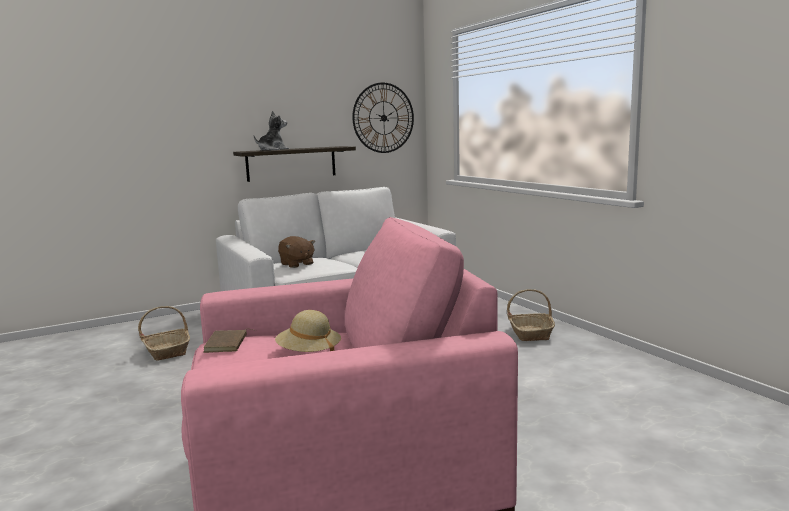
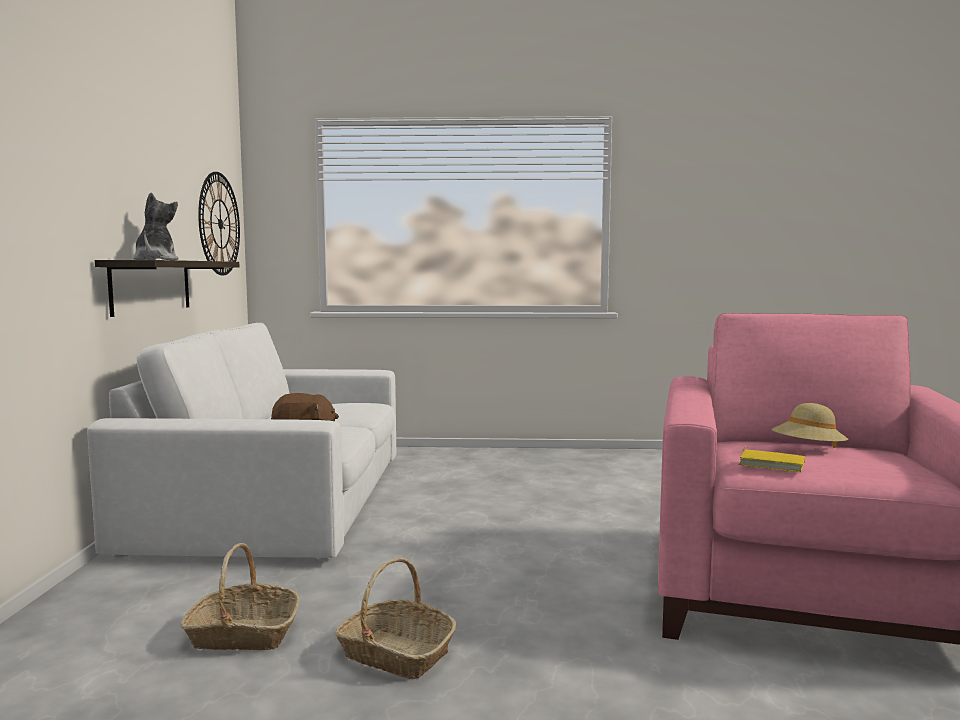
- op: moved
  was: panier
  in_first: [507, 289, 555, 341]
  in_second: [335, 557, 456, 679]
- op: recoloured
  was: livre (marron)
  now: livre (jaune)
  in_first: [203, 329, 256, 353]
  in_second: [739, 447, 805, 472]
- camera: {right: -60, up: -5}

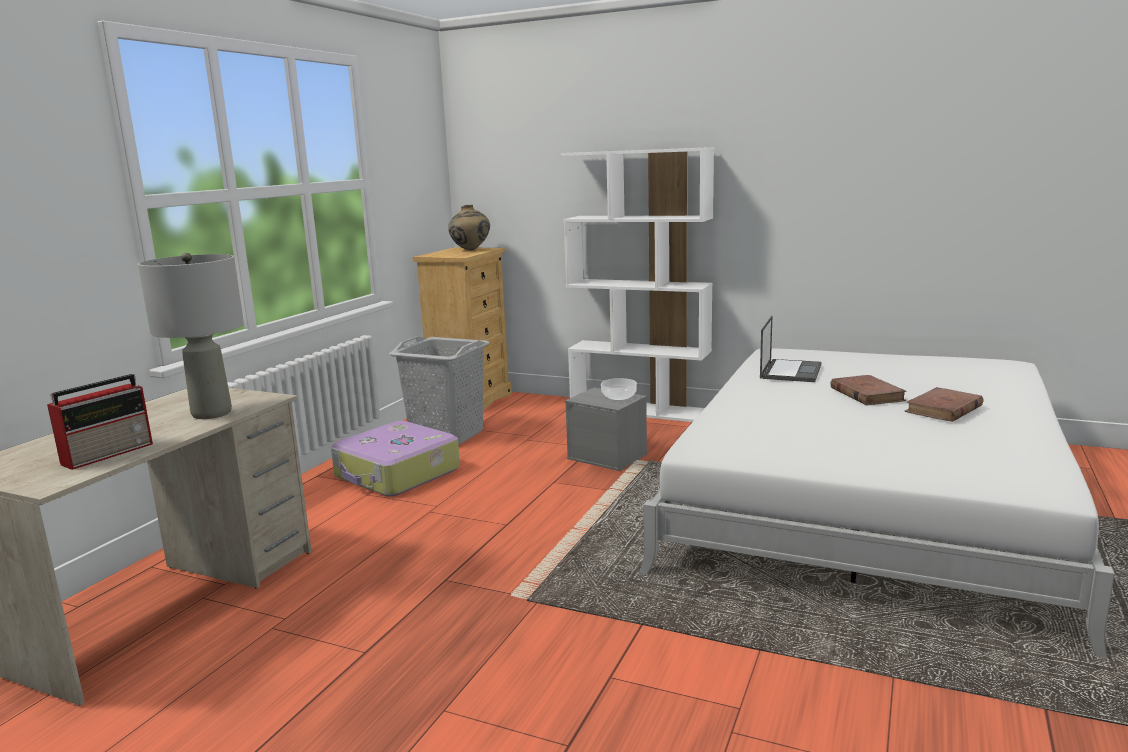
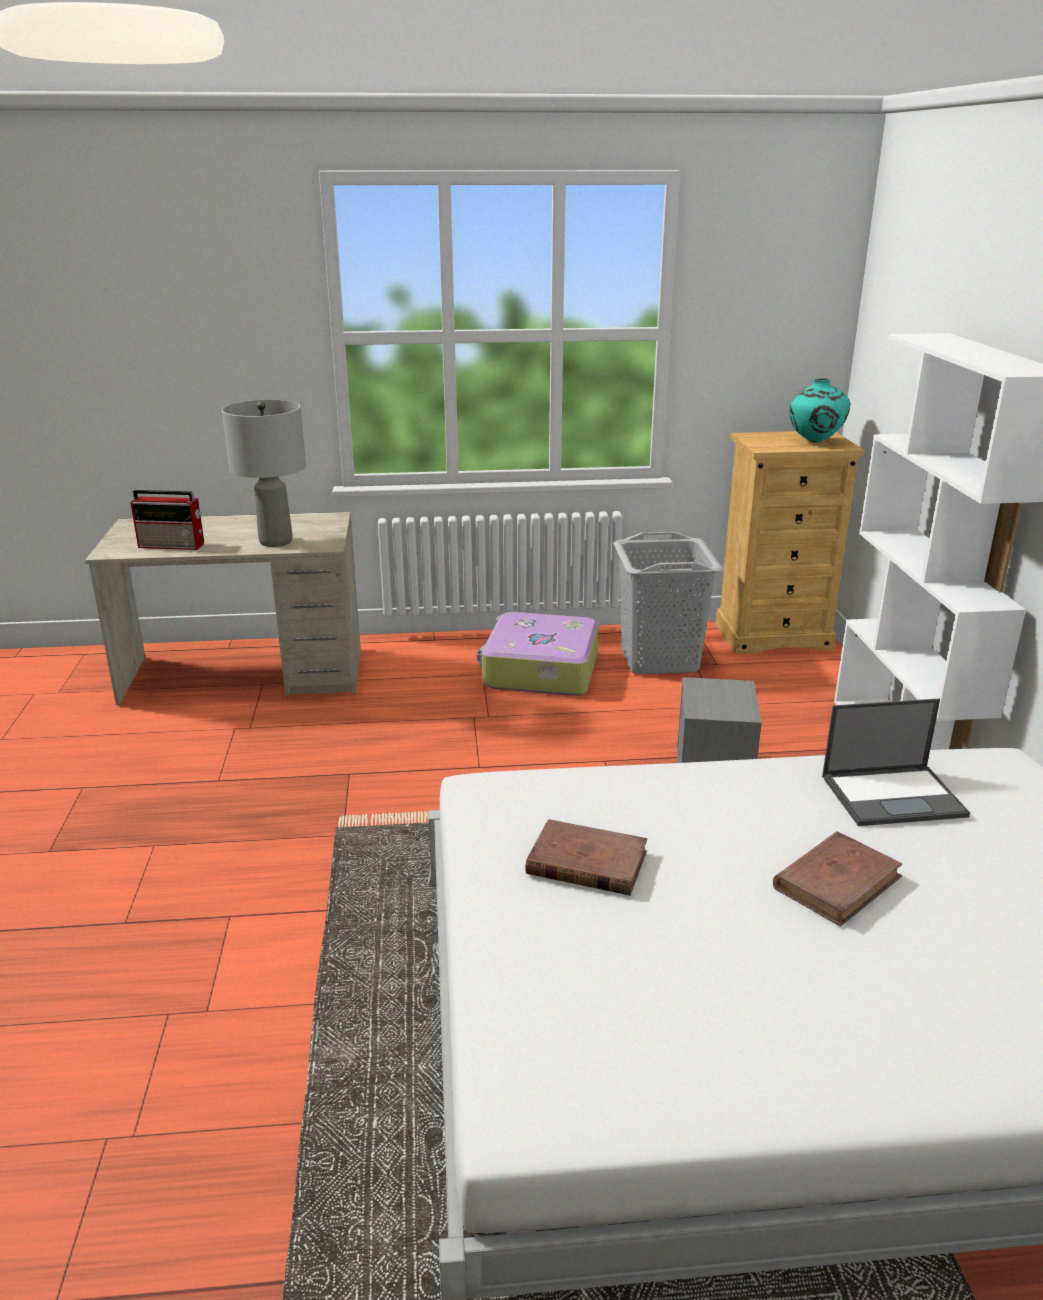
- op: recoloured
  was: vase (beige)
  now: vase (turquoise)
  in_first: [448, 205, 490, 251]
  in_second: [789, 378, 850, 443]
- op: removed
  was: bol
  in_first: [601, 378, 637, 402]
- op: moved
  was: livre (marron)
  in_first: [905, 387, 983, 422]
  in_second: [525, 819, 648, 896]
- camera: {right: 60, up: 10}

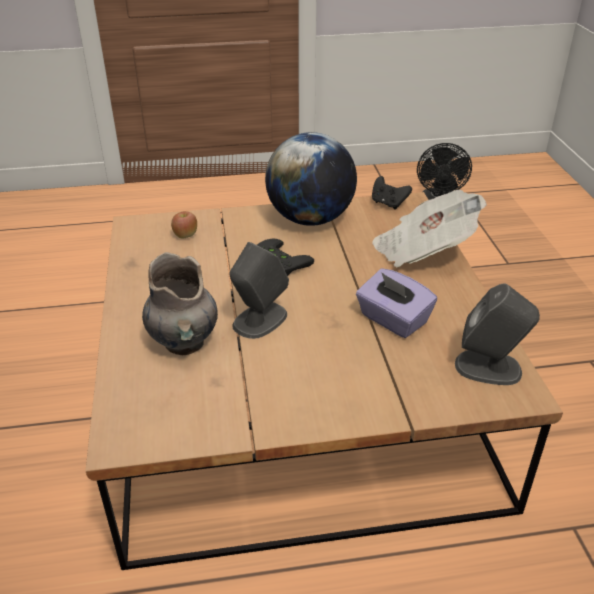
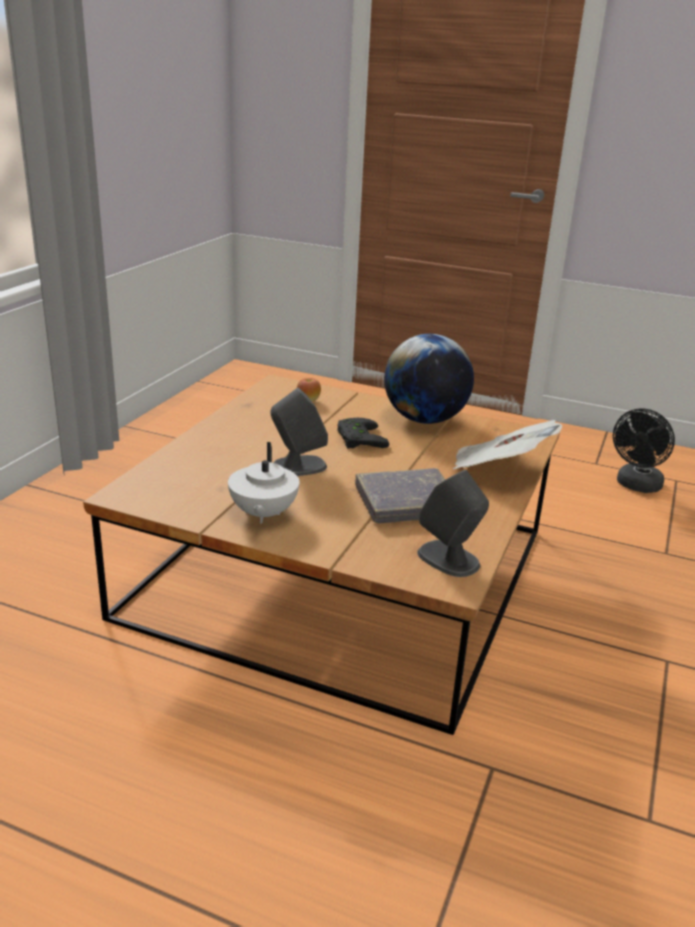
- op: removed
  was: manette (noir)
  in_first: [372, 176, 412, 210]
- op: removed
  was: vase (gris)
  in_first: [142, 252, 218, 355]
- op: replaced
  was: boîte à mouchoirs (violet)
  now: livre (gris)
  in_first: [356, 268, 437, 338]
  in_second: [355, 468, 446, 523]
- op: added
  now: théière (blanc)
  in_second: [228, 442, 299, 523]
- camera: {right: 30, up: -10}

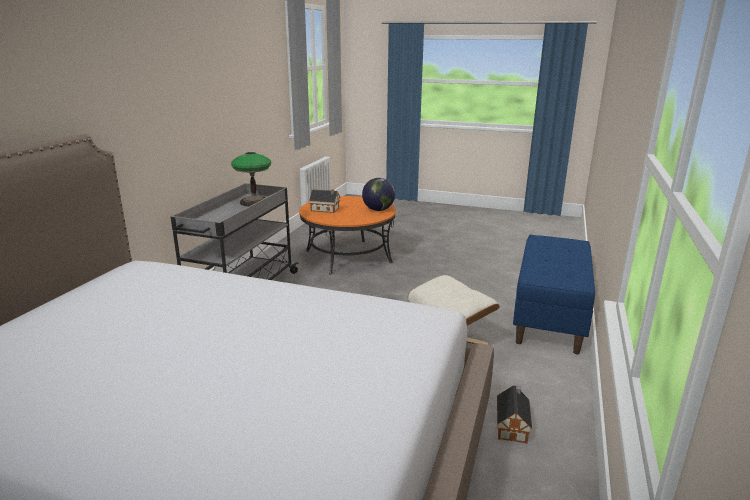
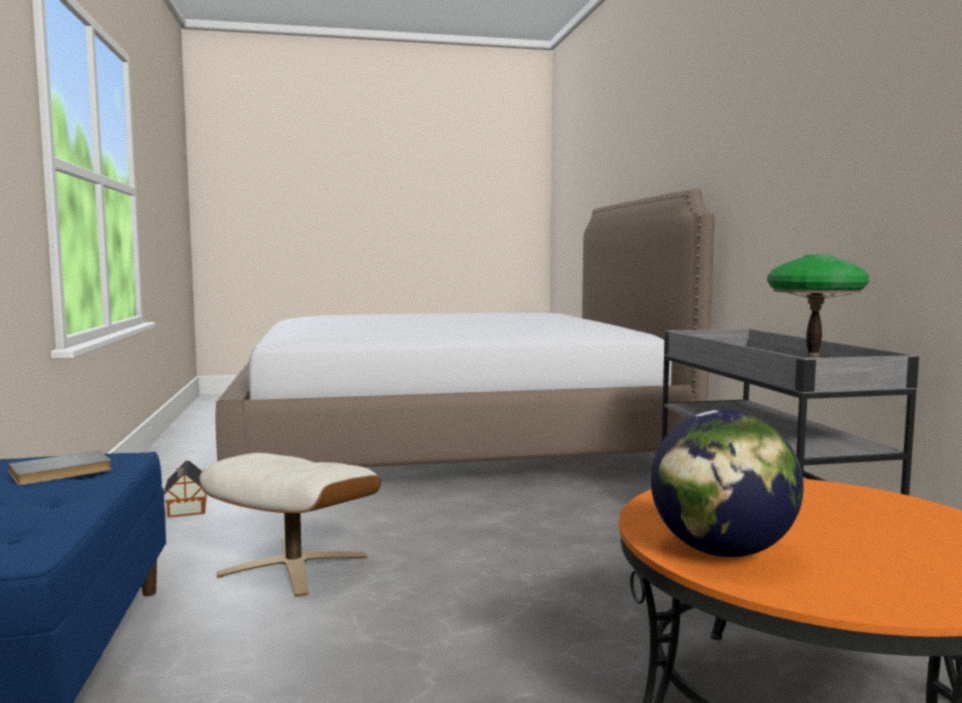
- op: removed
  was: maison miniature
  in_first: [309, 189, 340, 213]
- op: added
  now: livre (gris)
  in_second: [8, 450, 112, 485]
- camera: {right: 150, up: -15}

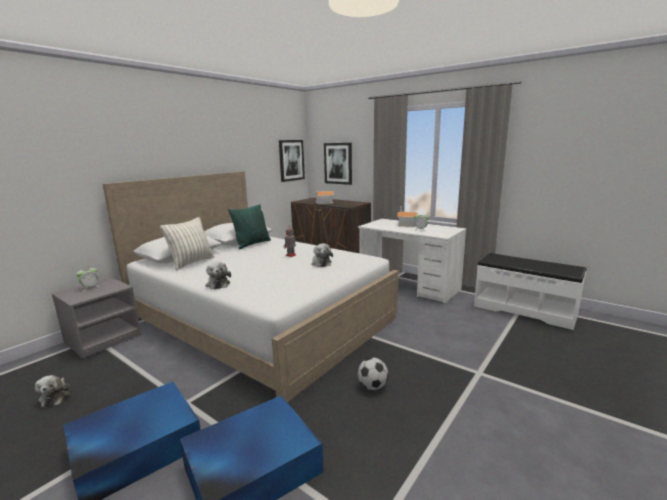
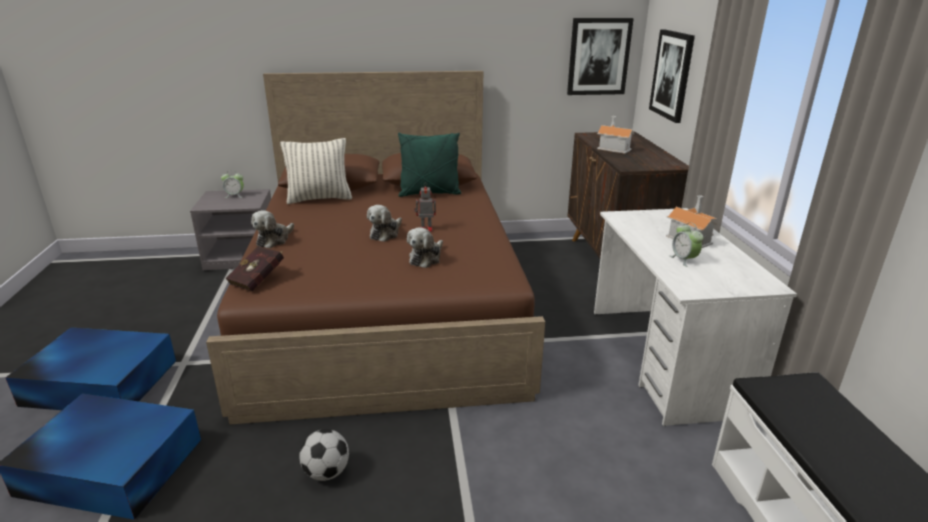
- op: recoloured
  was: lit (blanc)
  now: lit (marron)
  in_first: [103, 171, 399, 403]
  in_second: [206, 71, 545, 425]
- op: moved
  was: peluche
  in_first: [35, 375, 70, 408]
  in_second: [367, 205, 402, 242]
- op: added
  now: livre (rouge)
  in_second: [225, 246, 284, 292]
- camera: {right: 45, up: 10}

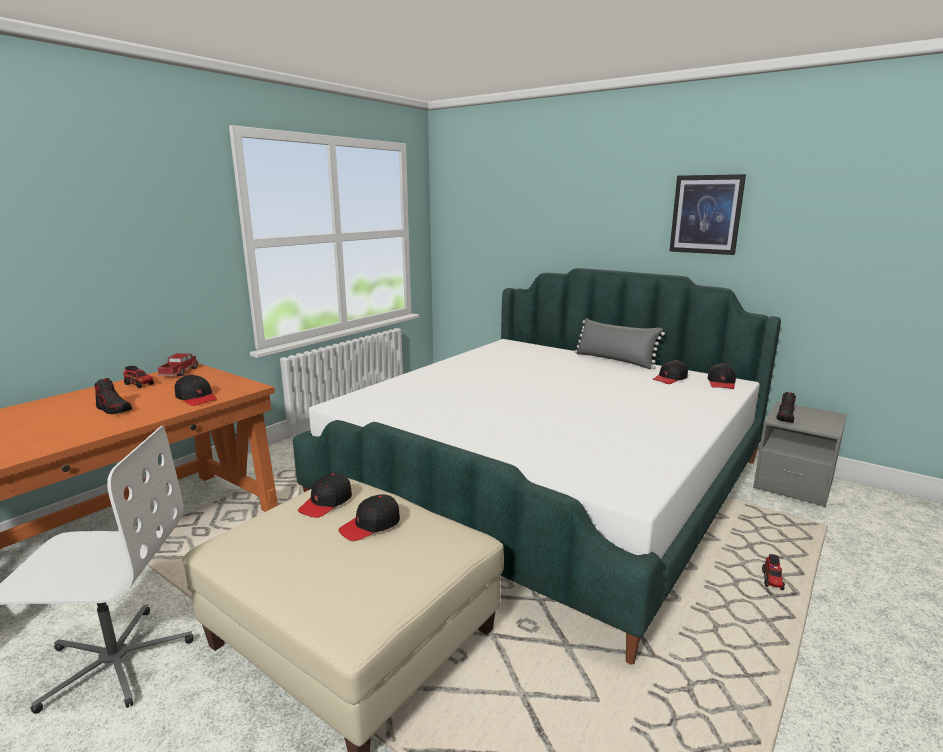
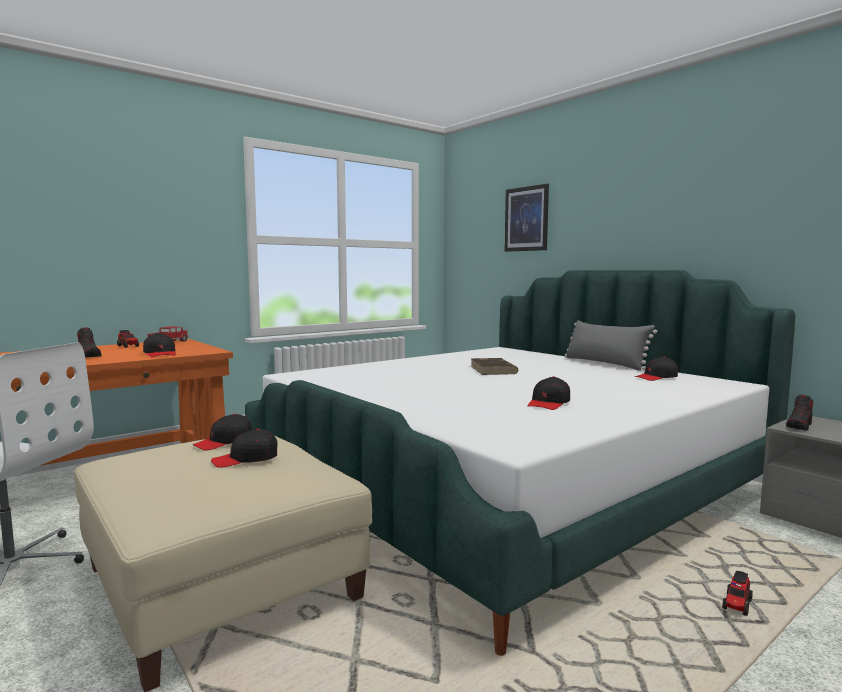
- op: moved
  was: tableau
  in_first: [669, 174, 746, 255]
  in_second: [505, 184, 549, 252]
- op: moved
  was: casquette (noir)
  in_first: [707, 363, 736, 389]
  in_second: [528, 376, 570, 410]
- op: added
  now: livre (marron)
  in_second: [471, 358, 518, 375]
- camera: {right: 15, up: -10}

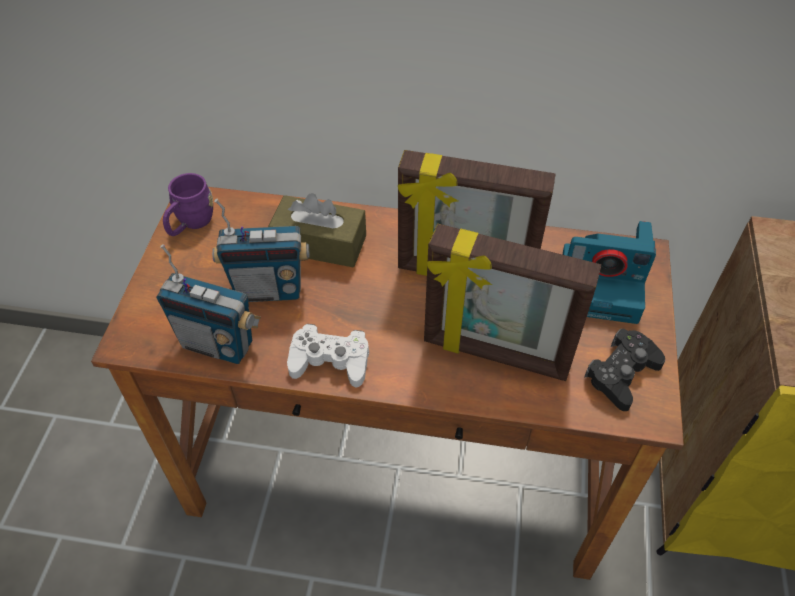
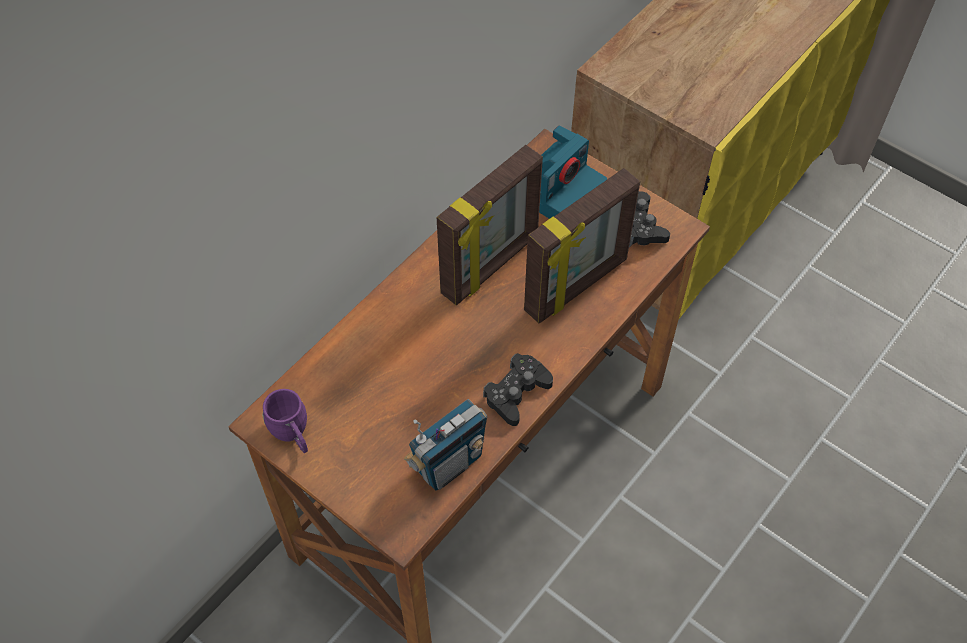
- op: removed
  was: boîte à mouchoirs (marron)
  in_first: [268, 193, 366, 267]
- op: removed
  was: radio
  in_first: [212, 199, 309, 302]
- op: recoloured
  was: manette (blanc)
  now: manette (noir)
  in_first: [287, 324, 369, 388]
  in_second: [483, 353, 553, 426]
- camera: {right: -60, up: 5}

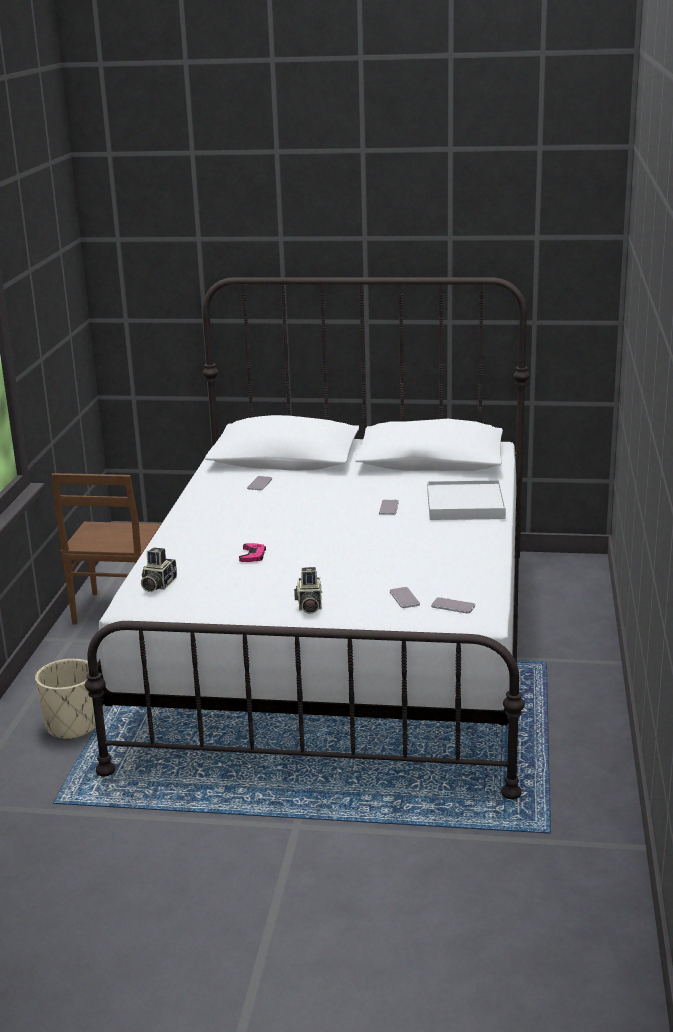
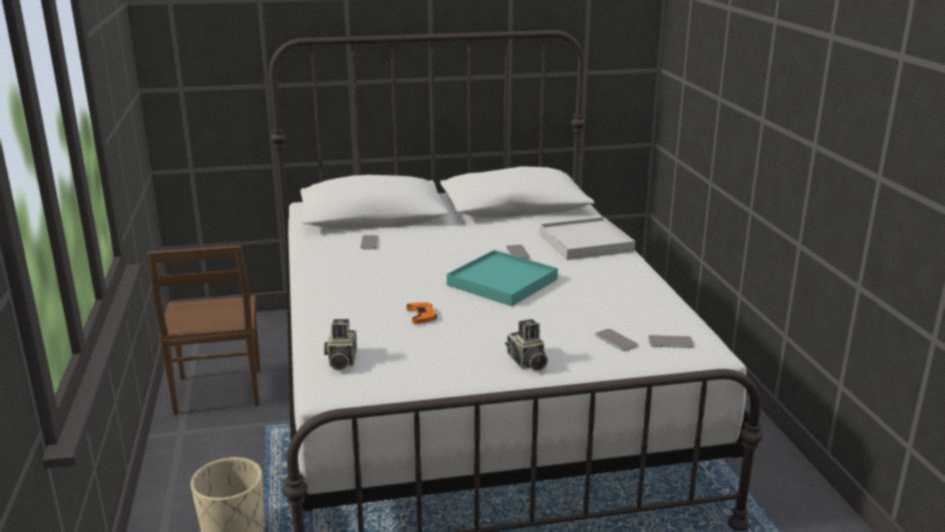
- op: recoloured
  was: manette (rose)
  now: manette (orange)
  in_first: [239, 543, 266, 562]
  in_second: [407, 302, 437, 324]
- op: added
  now: plateau (turquoise)
  in_second: [447, 250, 558, 306]
- camera: {right: -20, up: 0}

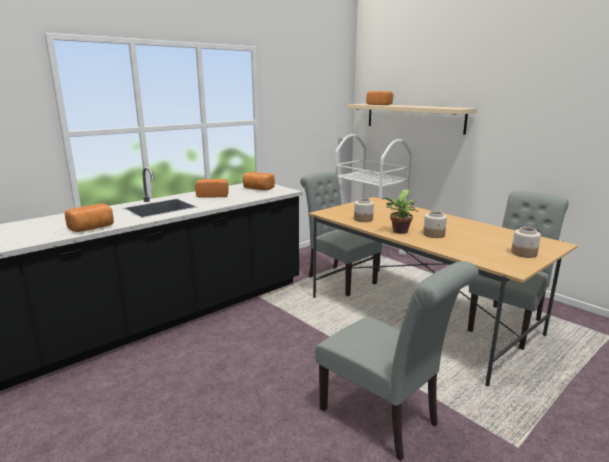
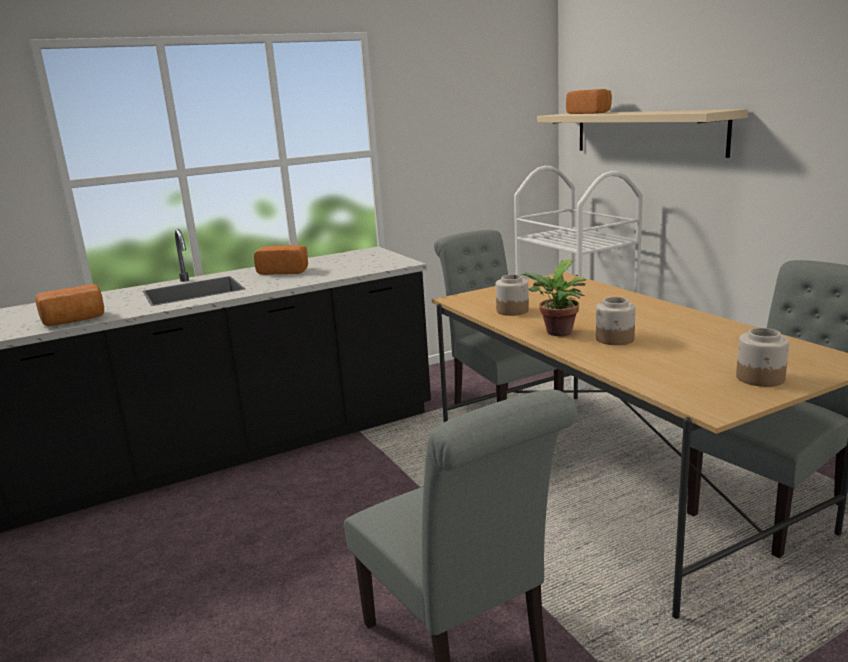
- op: removed
  was: pain
  in_first: [243, 172, 275, 190]
- camera: {right: 15, up: 0}

